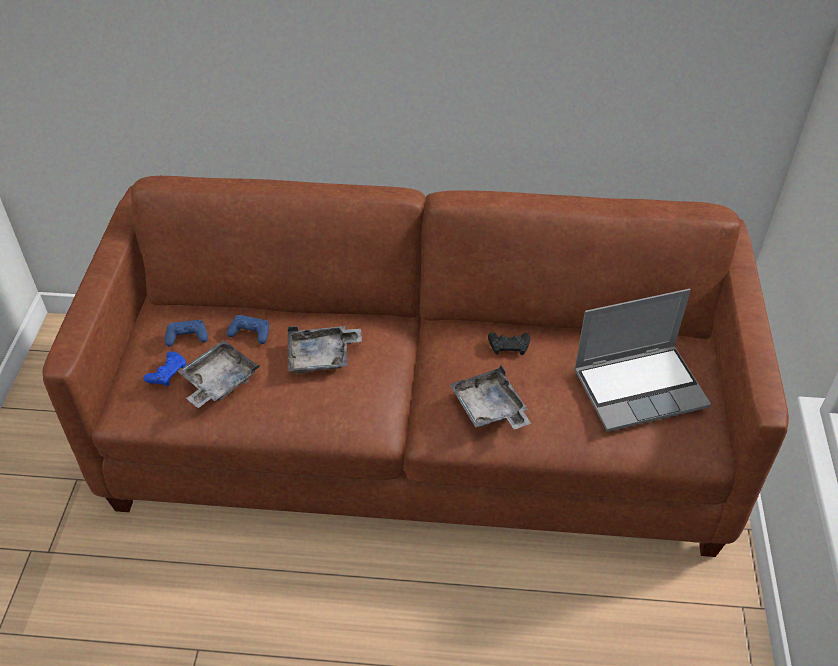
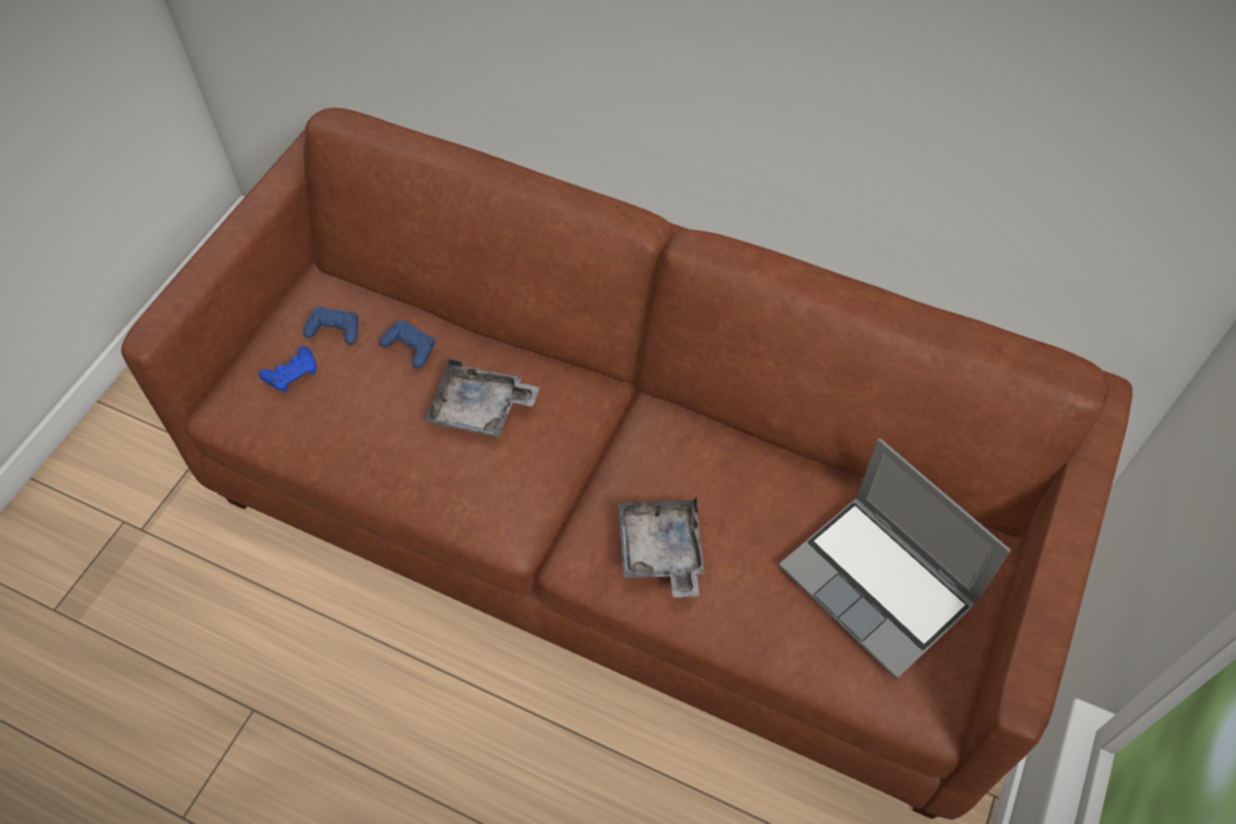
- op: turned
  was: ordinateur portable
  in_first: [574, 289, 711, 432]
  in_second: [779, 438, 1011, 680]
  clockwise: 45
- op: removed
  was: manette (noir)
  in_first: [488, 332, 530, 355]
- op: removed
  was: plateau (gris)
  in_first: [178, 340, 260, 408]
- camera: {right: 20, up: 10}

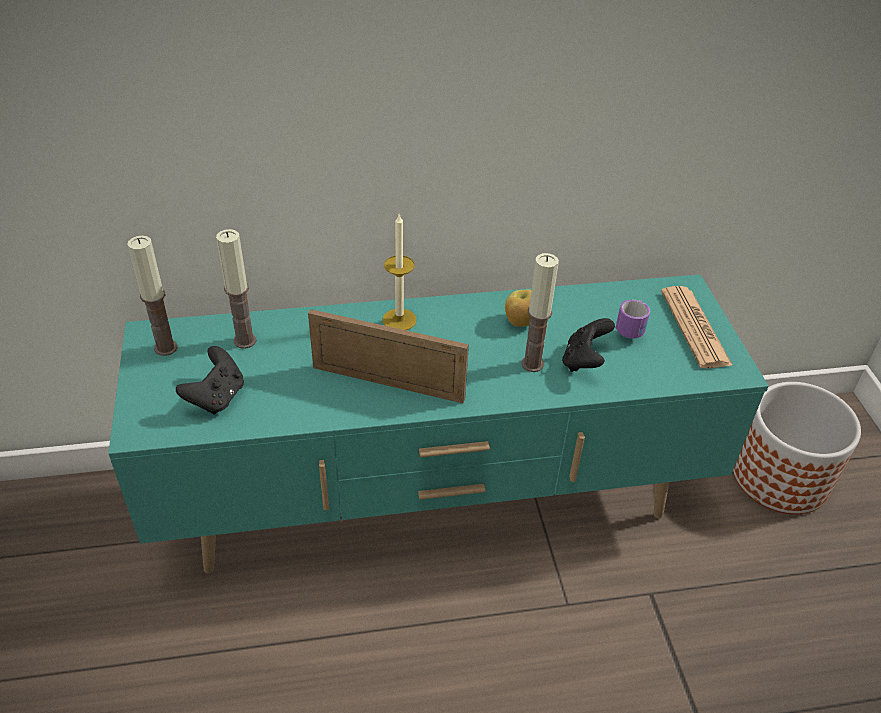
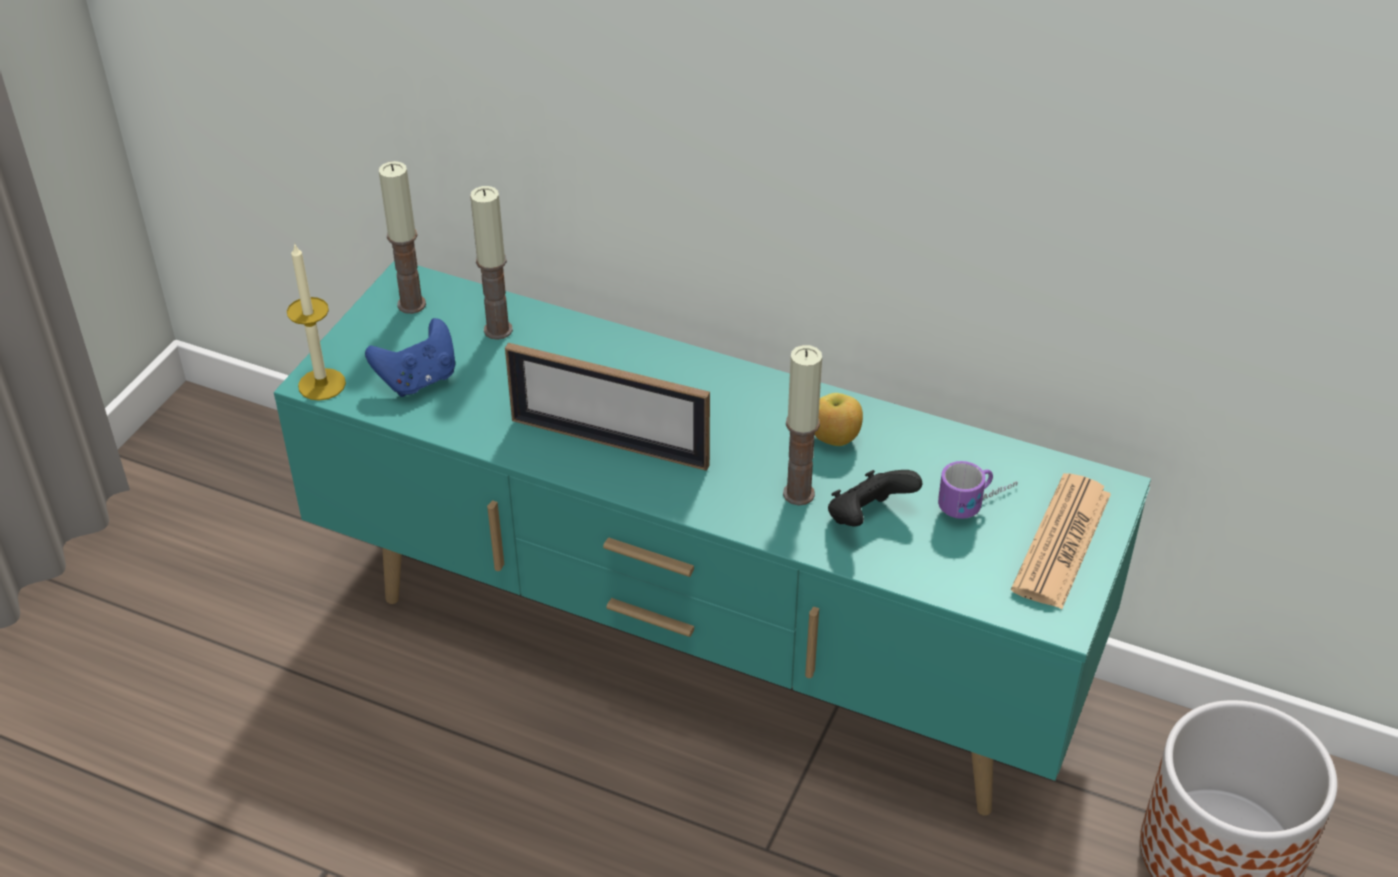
- op: moved
  was: bougie
  in_first: [383, 214, 416, 330]
  in_second: [287, 245, 346, 401]
- op: turned
  was: cadre photo
  in_first: [308, 309, 469, 403]
  in_second: [505, 343, 710, 471]
  clockwise: 150
- op: recoloured
  was: manette (noir)
  now: manette (bleu)
  in_first: [176, 346, 244, 414]
  in_second: [365, 318, 455, 397]
- camera: {right: 35, up: 0}

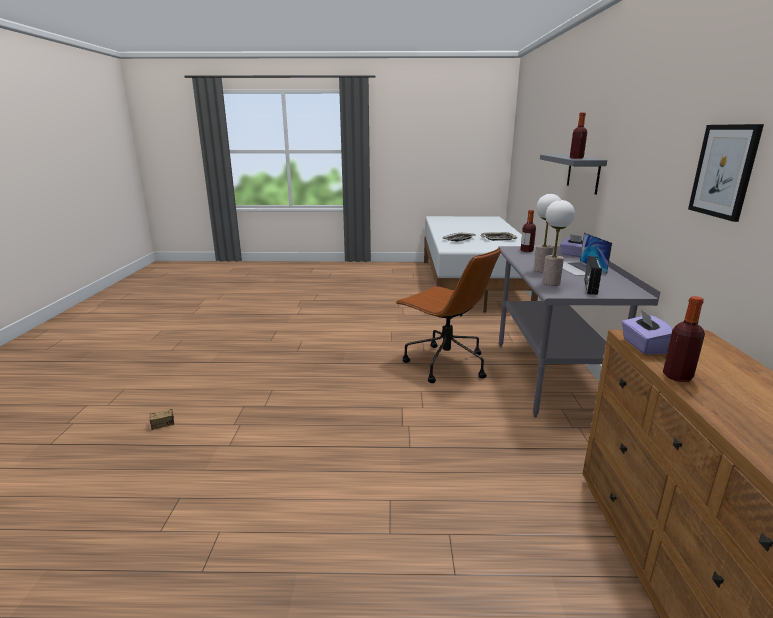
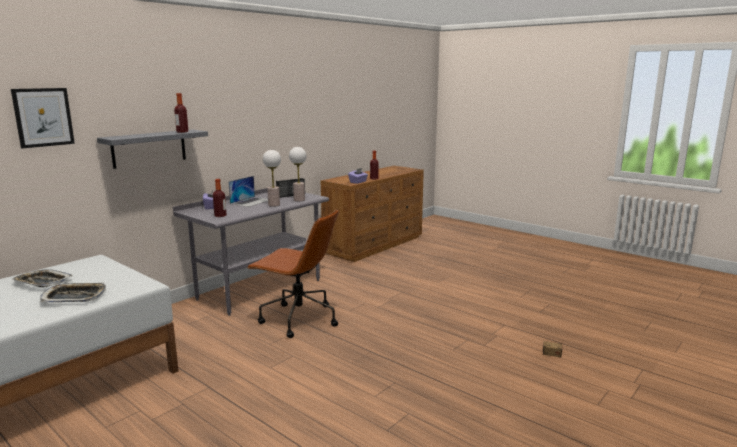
- op: moved
  was: tableau
  in_first: [688, 124, 764, 222]
  in_second: [11, 88, 75, 148]
- op: turned
  was: chaise de bureau (marron)
  in_first: [395, 248, 501, 383]
  in_second: [247, 209, 339, 338]
  clockwise: 120
- camera: {right: -140, up: -5}

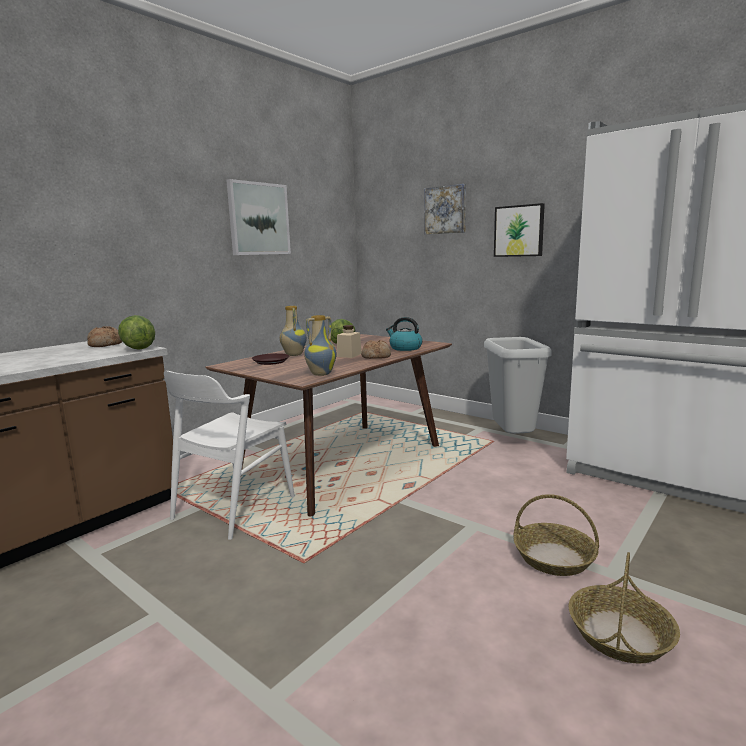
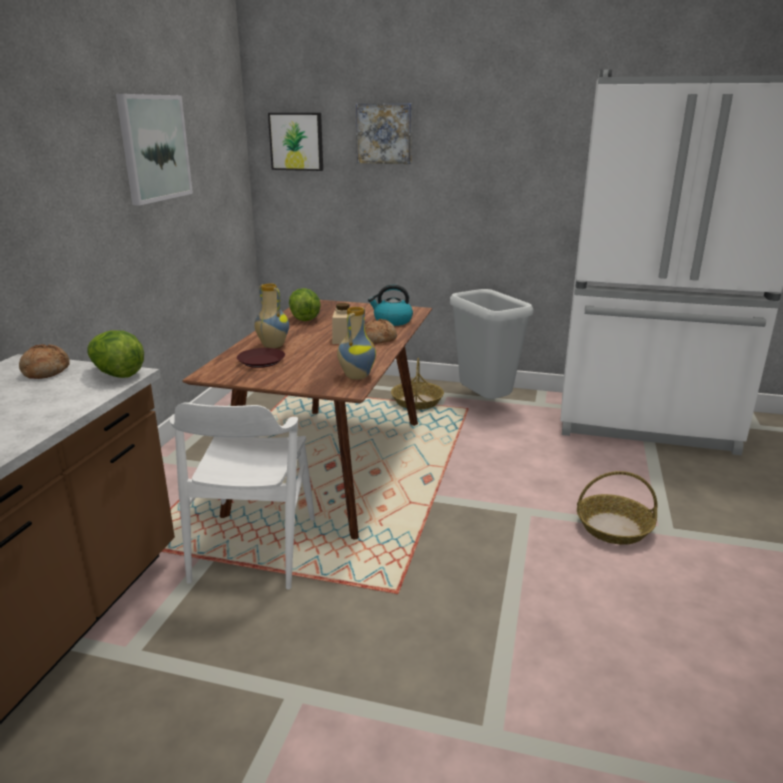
- op: moved
  was: tableau
  in_first: [494, 203, 545, 257]
  in_second: [268, 113, 323, 171]
- op: moved
  was: panier
  in_first: [569, 552, 680, 664]
  in_second: [391, 358, 444, 410]
- camera: {right: -25, up: 10}

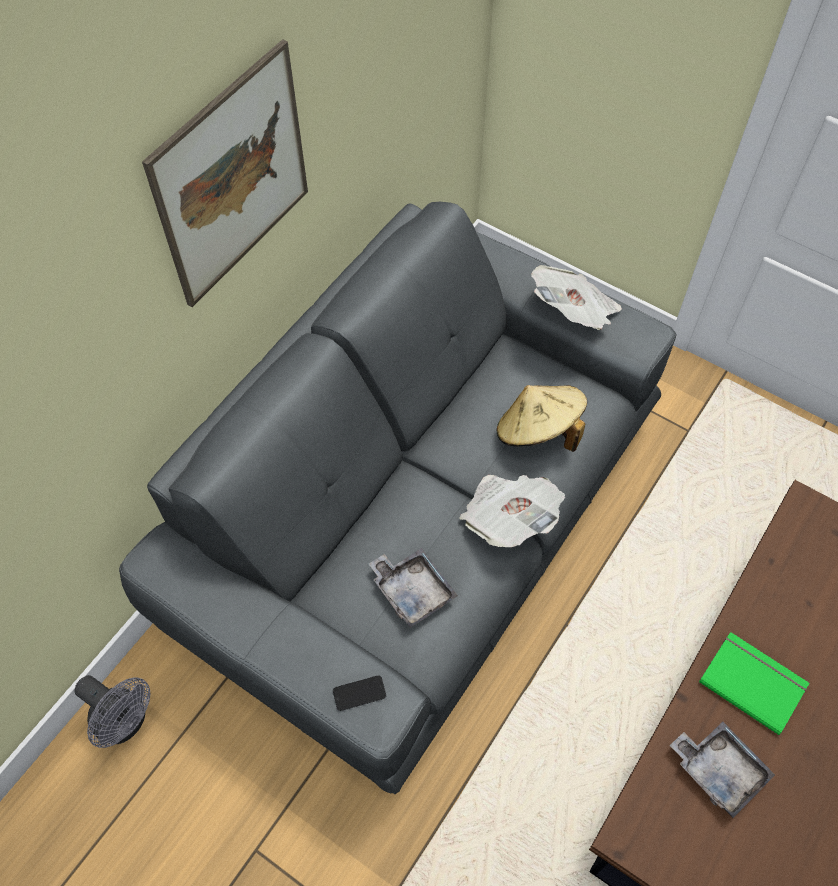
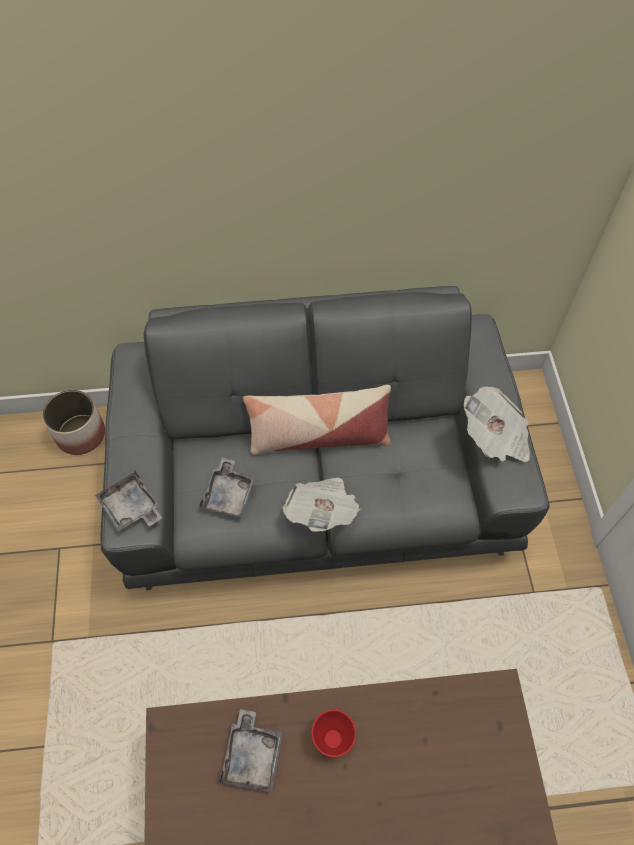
- op: removed
  was: tableau
  in_first: [142, 39, 308, 307]
- op: removed
  was: chapeau (beige)
  in_first: [497, 385, 587, 452]
- op: replaced
  was: livre (vert)
  now: bol (rouge)
  in_first: [699, 632, 809, 735]
  in_second: [311, 709, 356, 757]
- op: replaced
  was: ventilateur (gris)
  now: cache-pot
  in_first: [74, 675, 150, 748]
  in_second: [42, 390, 105, 455]
- op: replaced
  was: téléphone
  now: plateau (gris)
  in_first: [333, 675, 386, 711]
  in_second: [95, 471, 162, 531]
- op: added
  now: coussin
  in_second: [243, 385, 391, 455]
- camera: {right: 50, up: 0}

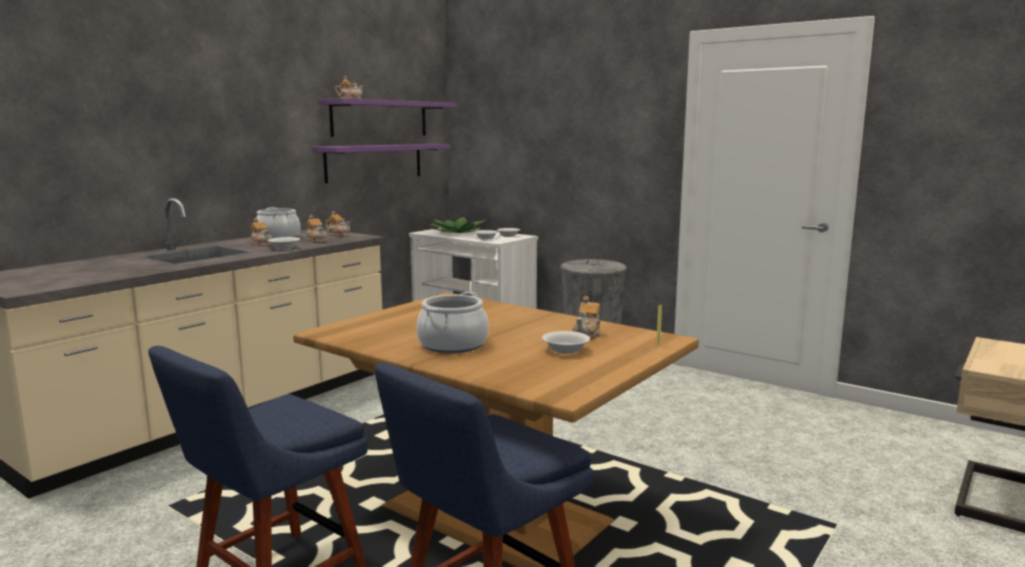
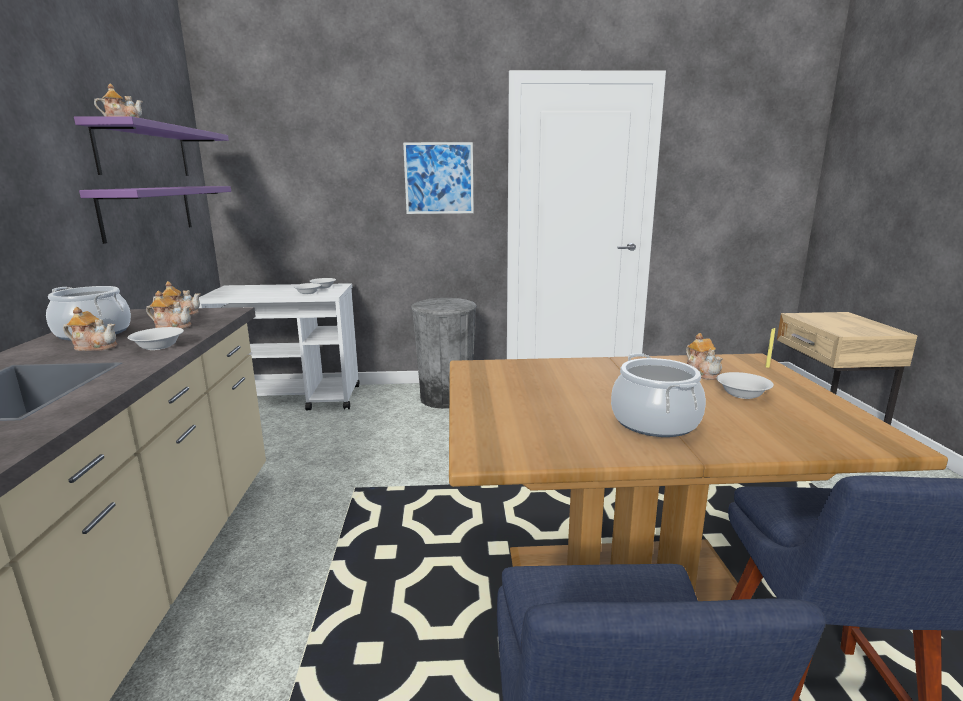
- op: removed
  was: plante en pot
  in_first: [428, 216, 488, 233]
- op: added
  now: tableau
  in_second: [403, 142, 474, 214]
- camera: {right: -40, up: 5}

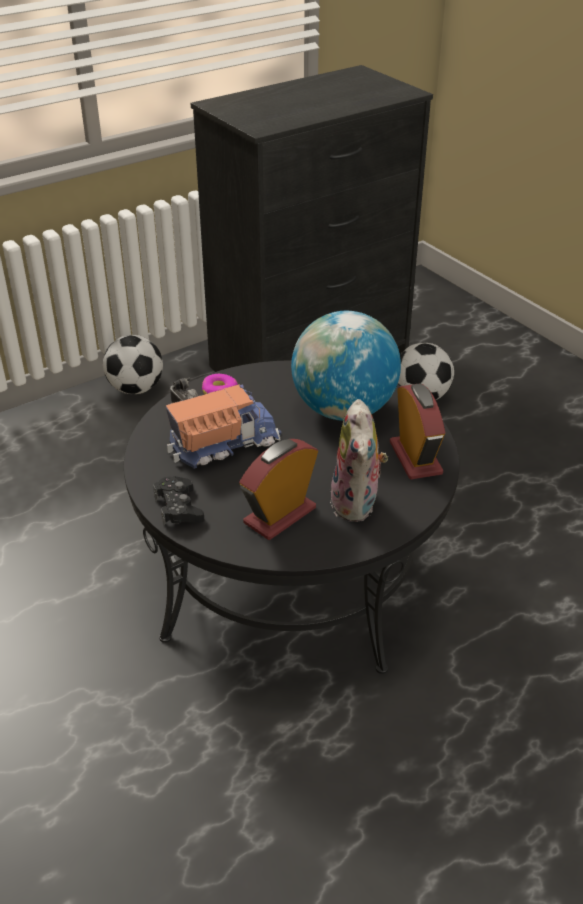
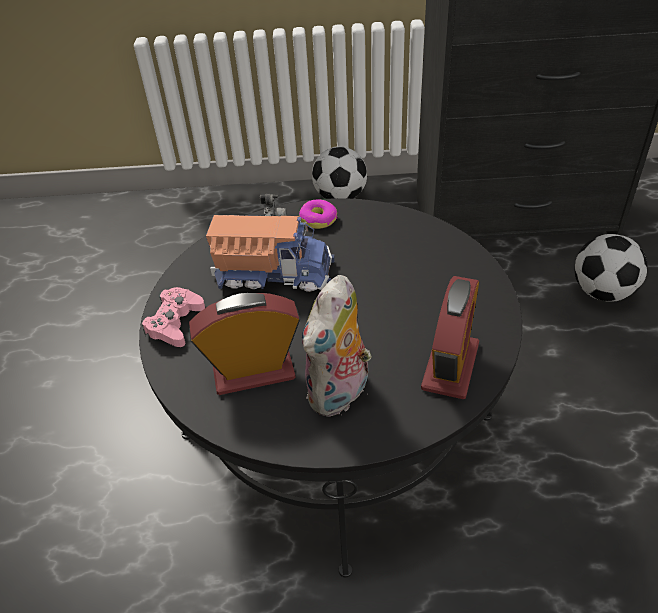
- op: removed
  was: globe
  in_first: [291, 311, 401, 421]
- op: recoloured
  was: manette (noir)
  now: manette (rose)
  in_first: [153, 476, 204, 526]
  in_second: [142, 287, 205, 347]
- camera: {right: 35, up: 5}

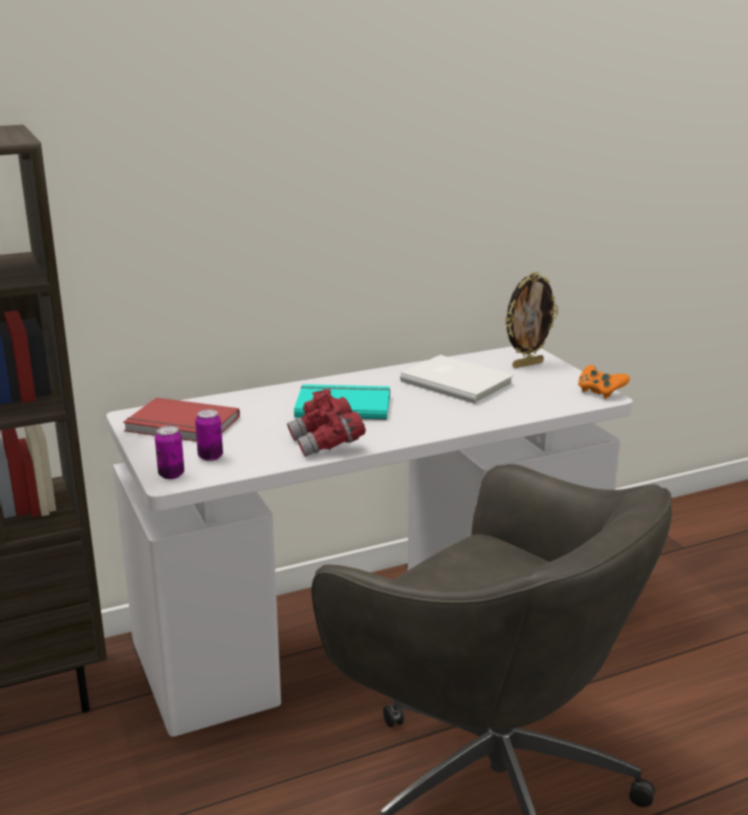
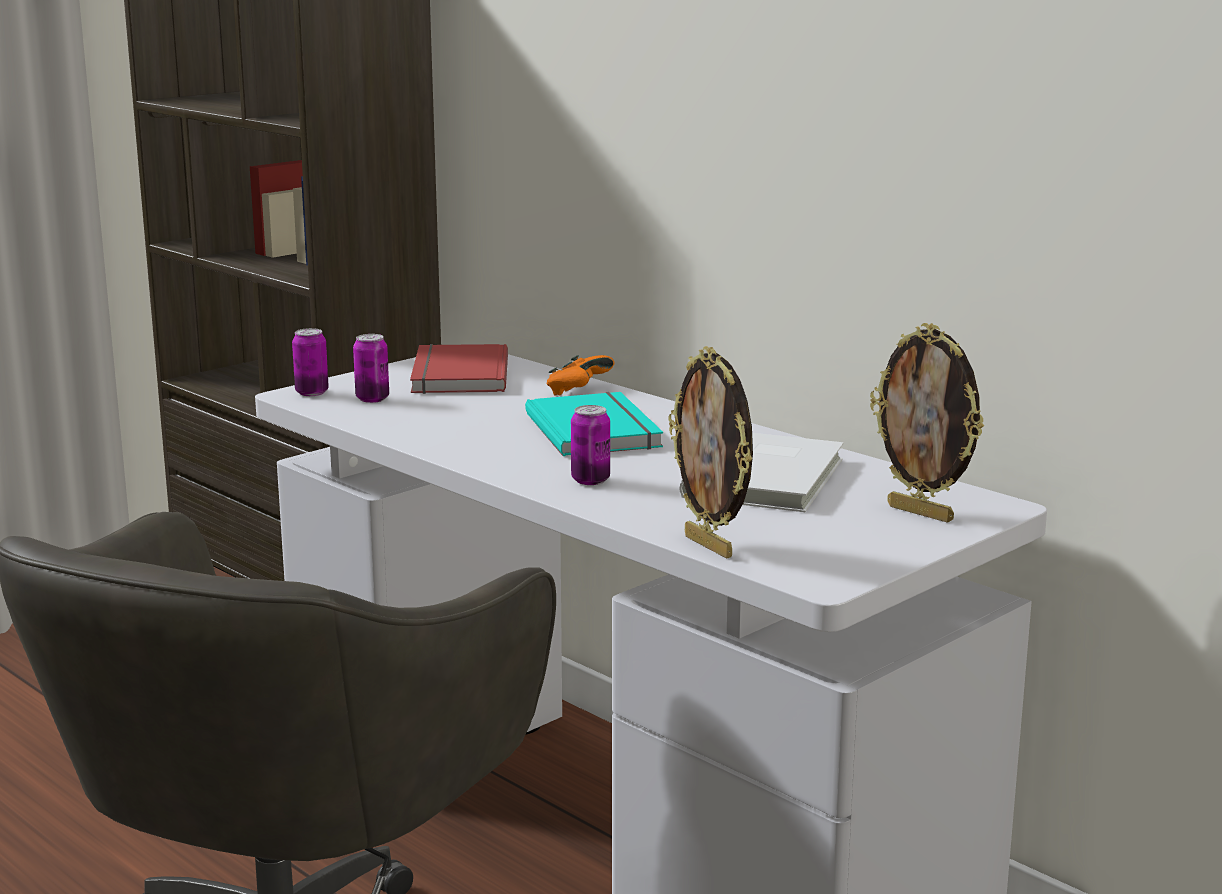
- op: moved
  was: manette (orange)
  in_first: [578, 365, 630, 399]
  in_second: [547, 355, 615, 396]
- op: removed
  was: jumelles (rouge)
  in_first: [287, 389, 366, 457]
- op: added
  now: cadre photo
  in_second: [668, 346, 753, 559]
- op: added
  now: boîte métallique
  in_second: [571, 405, 610, 485]
- camera: {right: 70, up: -5}

